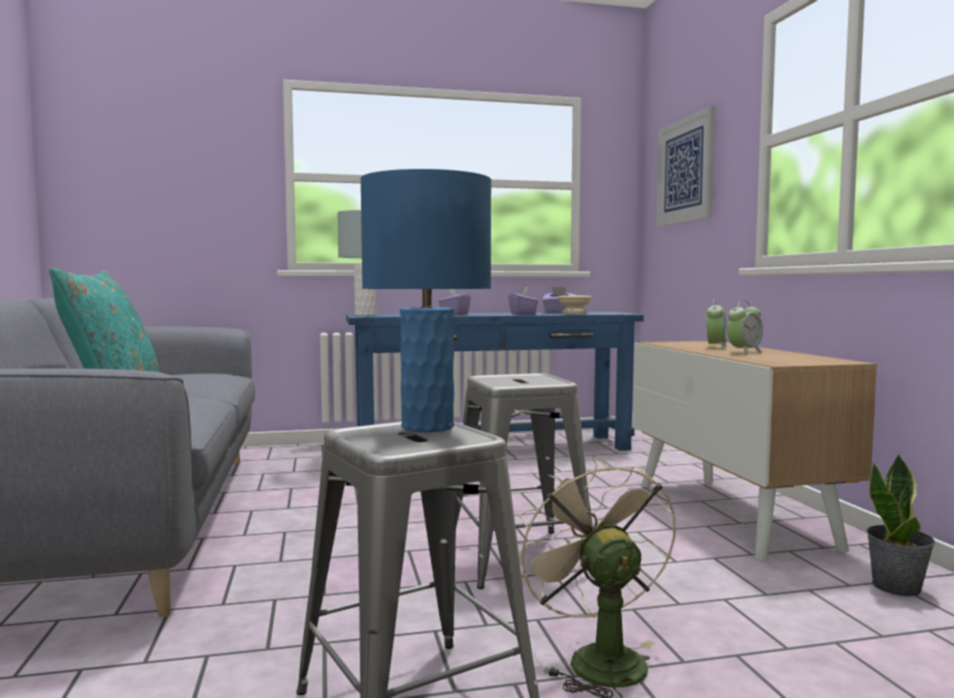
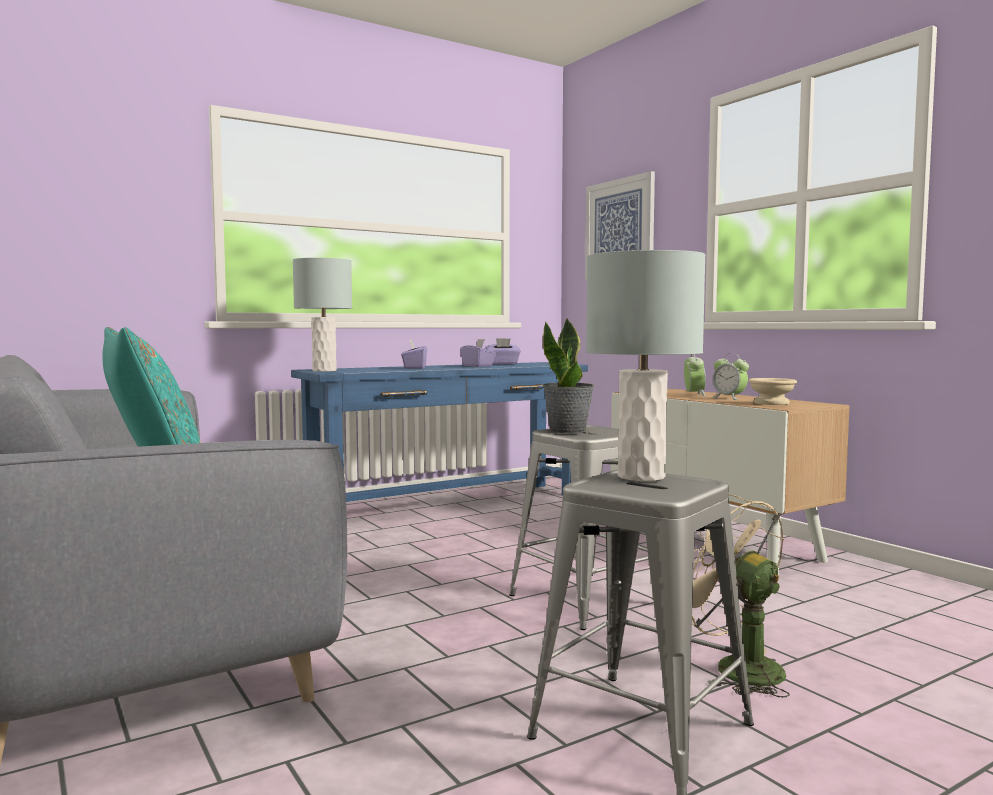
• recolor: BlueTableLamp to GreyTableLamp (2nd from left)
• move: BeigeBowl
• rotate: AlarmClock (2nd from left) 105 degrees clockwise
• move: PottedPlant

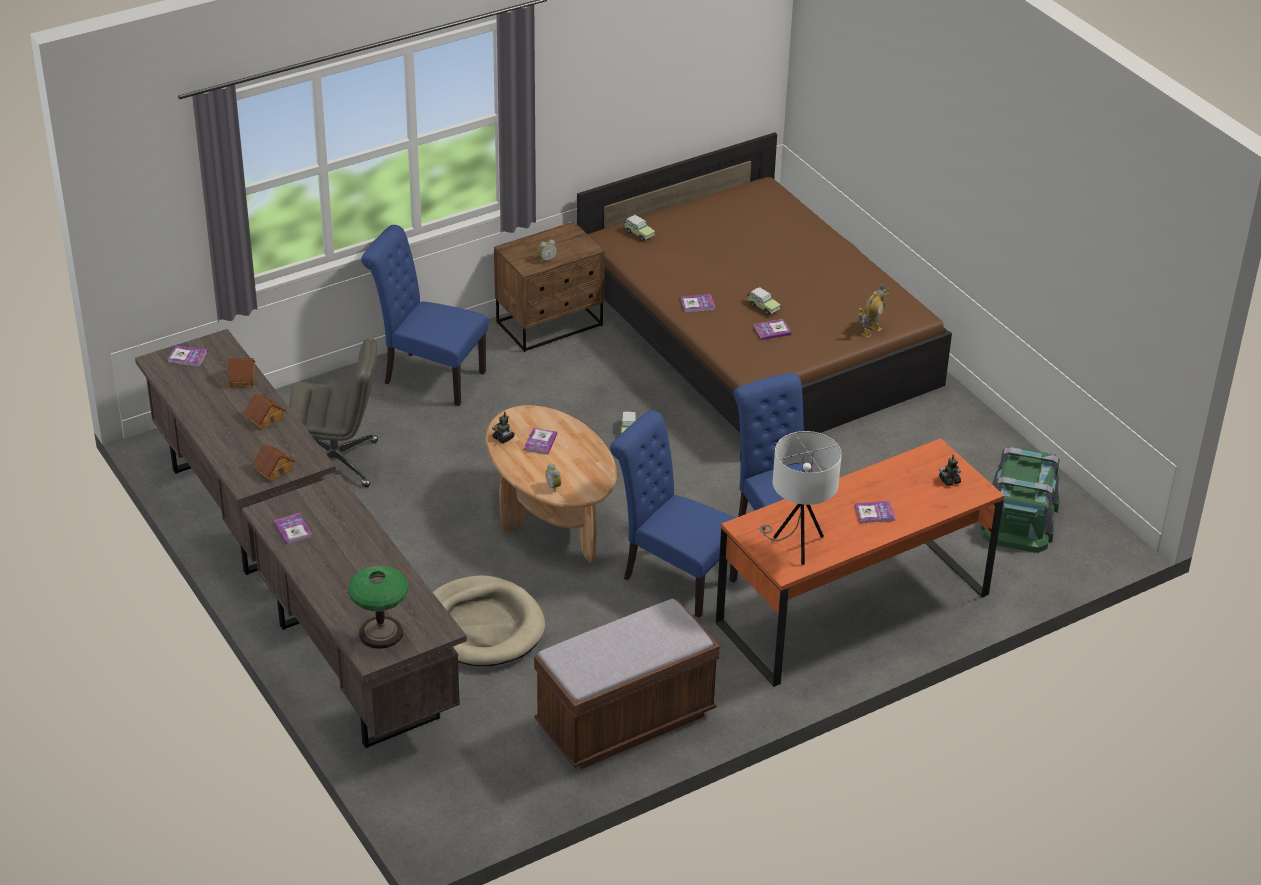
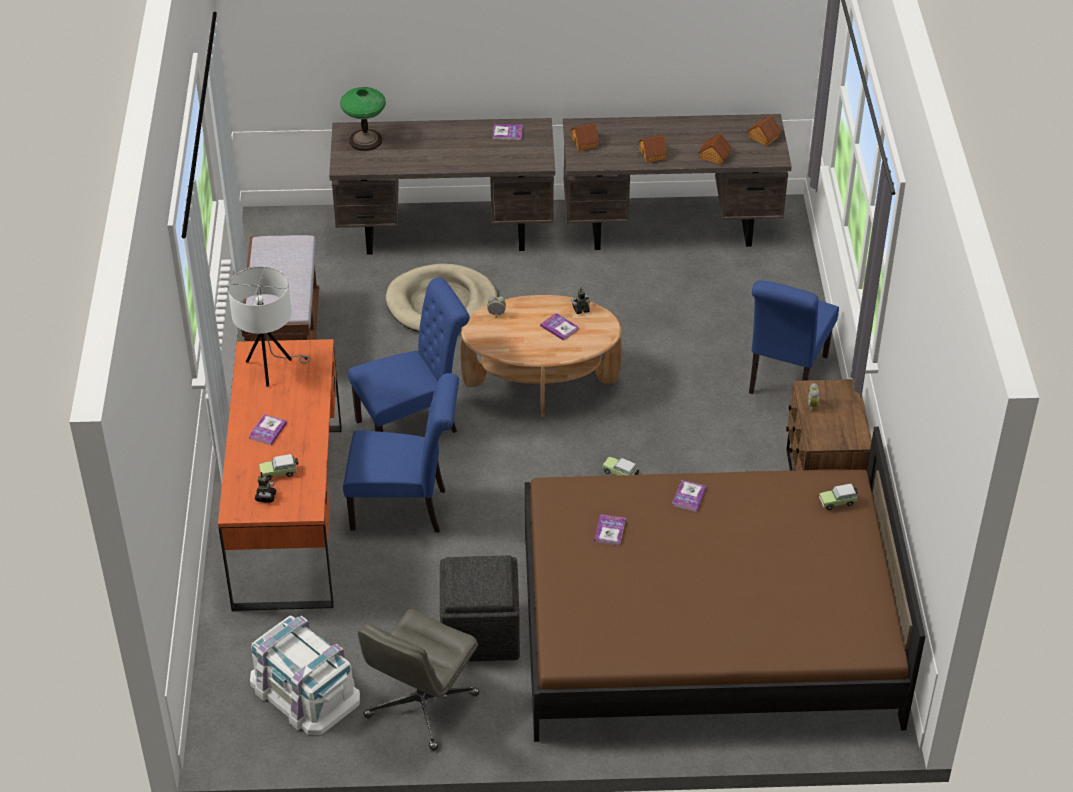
• rotate: BlueChair (1st from left in the first image) 150 degrees clockwise
• delete: ToyRobot (2nd from left)
• move: ToyCar (3rd from left in the first image) to ToyCar (1st from left)
• move: GreyOfficeChair
• replace: Book (1st from left) to ToyHouse (4th from left)
• recolor: GreenStorageBox to WhiteStorageBox
• insert: GreyOttoman

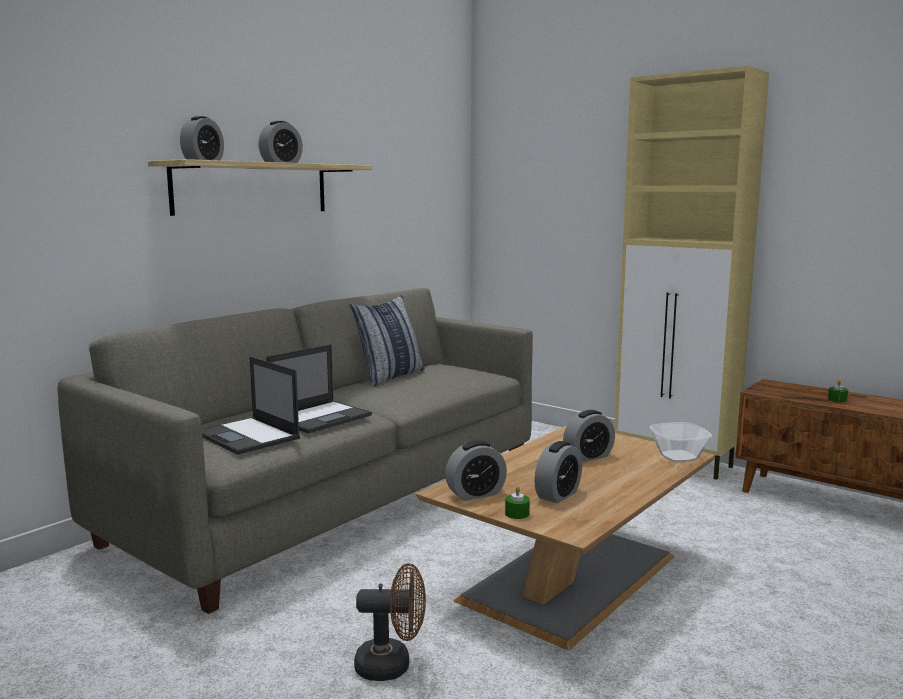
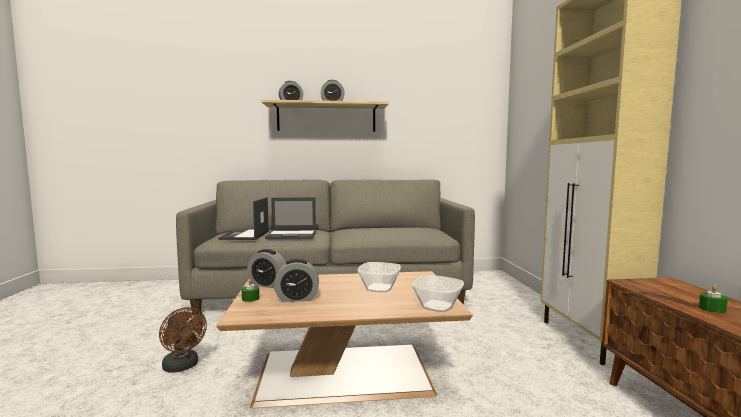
• delete: Pillow
• replace: AlarmClock (5th from left) to Bowl (1st from left)

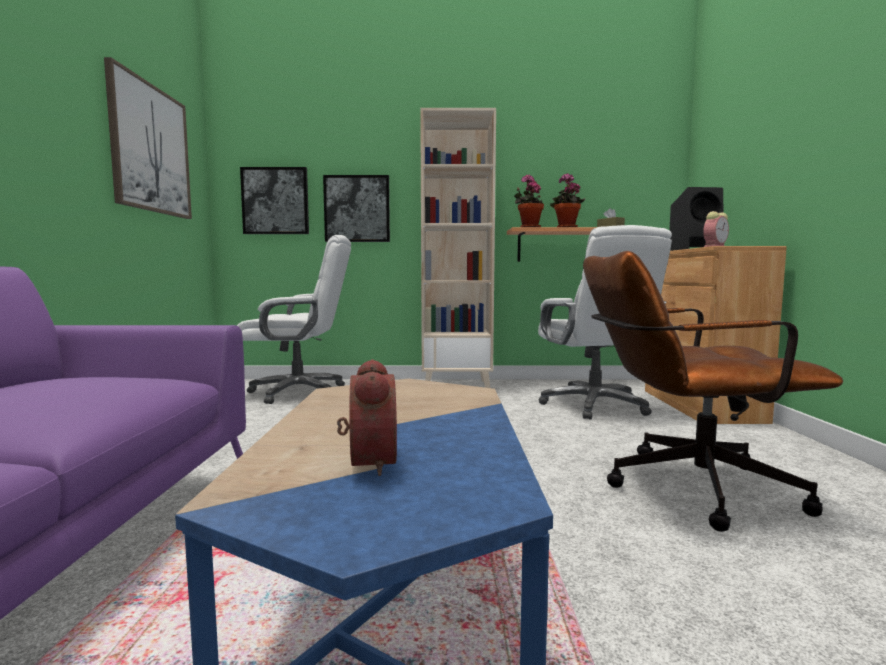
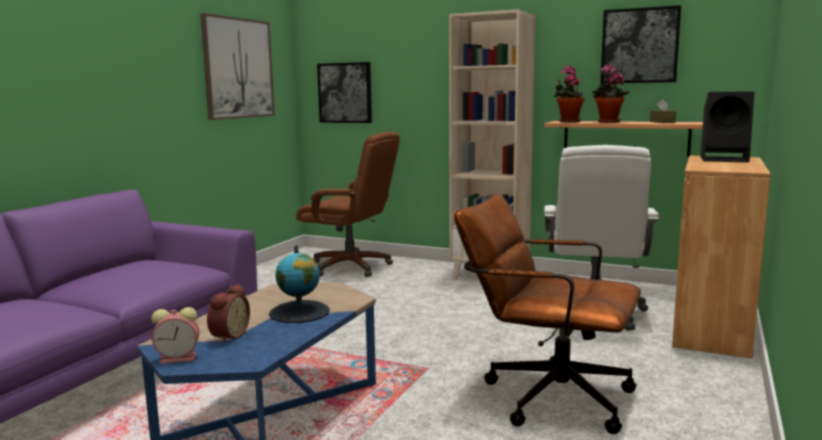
• move: Picture (3rd from left)
• move: AlarmClock (2nd from left in the first image) to AlarmClock (1st from left)
• recolor: WhiteOfficeChair (1st from left) to BrownOfficeChair (1st from left)
• insert: Globe

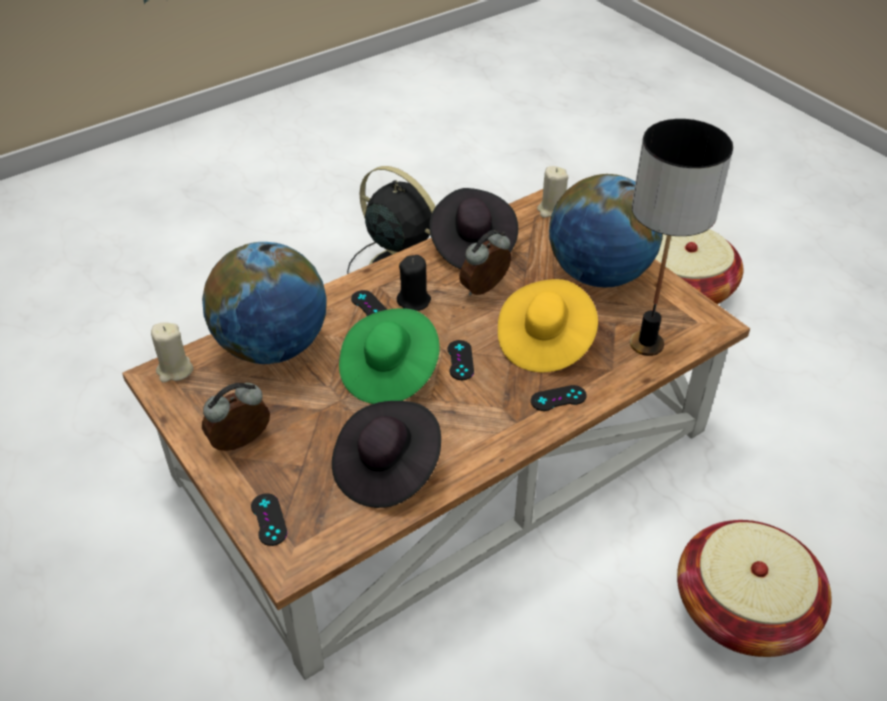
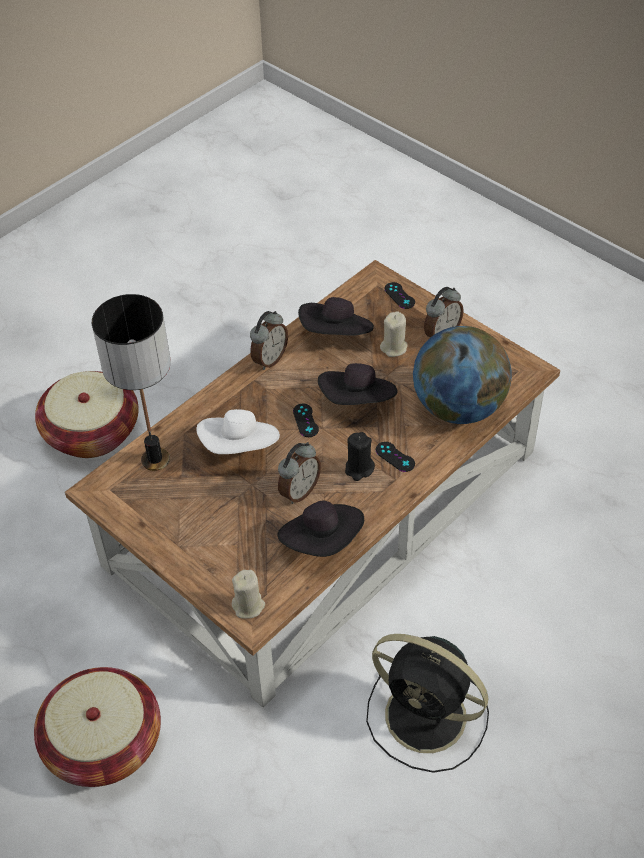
• delete: Globe (2nd from left)
• recolor: YellowHat to WhiteHat
• recolor: GreenHat to BlackHat (3rd from left)
• move: BeigeCandle (1st from left in the first image) to BeigeCandle (2nd from left)
• delete: BlackGameController (4th from left)
• insert: AlarmClock (1st from left)

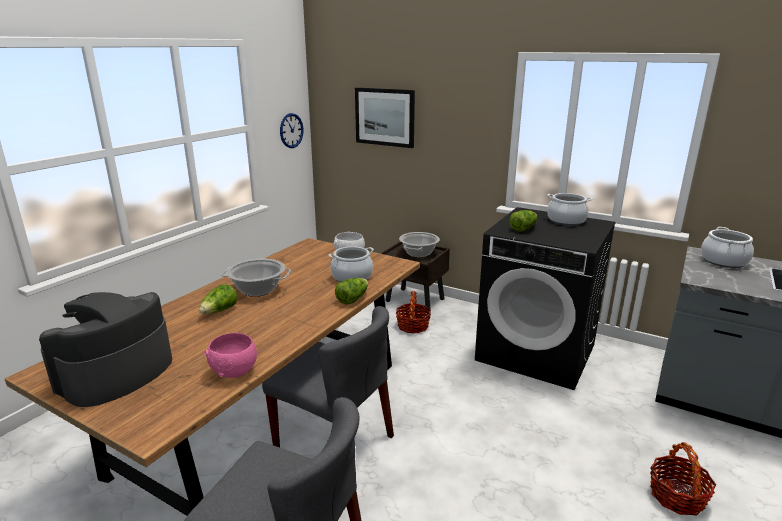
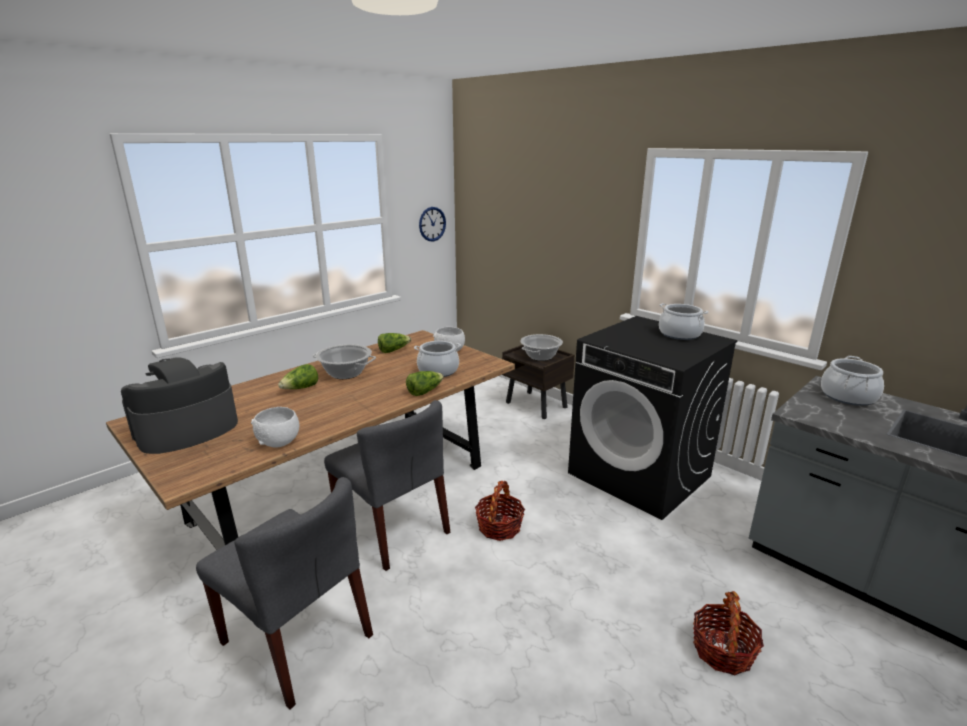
• delete: Picture
• move: Lettuce (3rd from left in the first image) to Lettuce (2nd from left)
• move: Basket (1st from left)
• recolor: PinkBowl to WhiteBowl (1st from left)

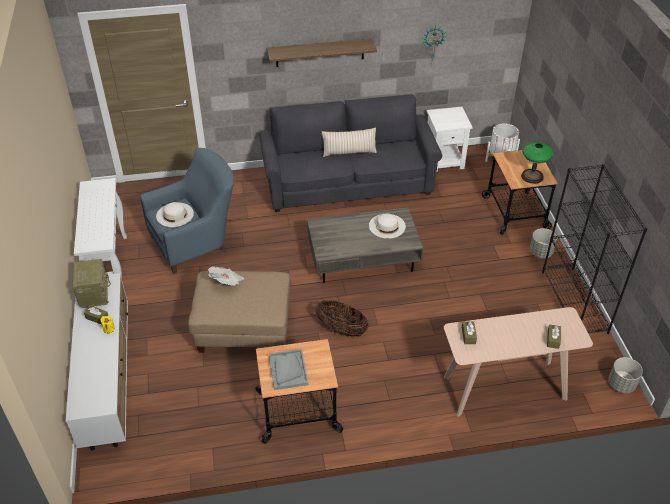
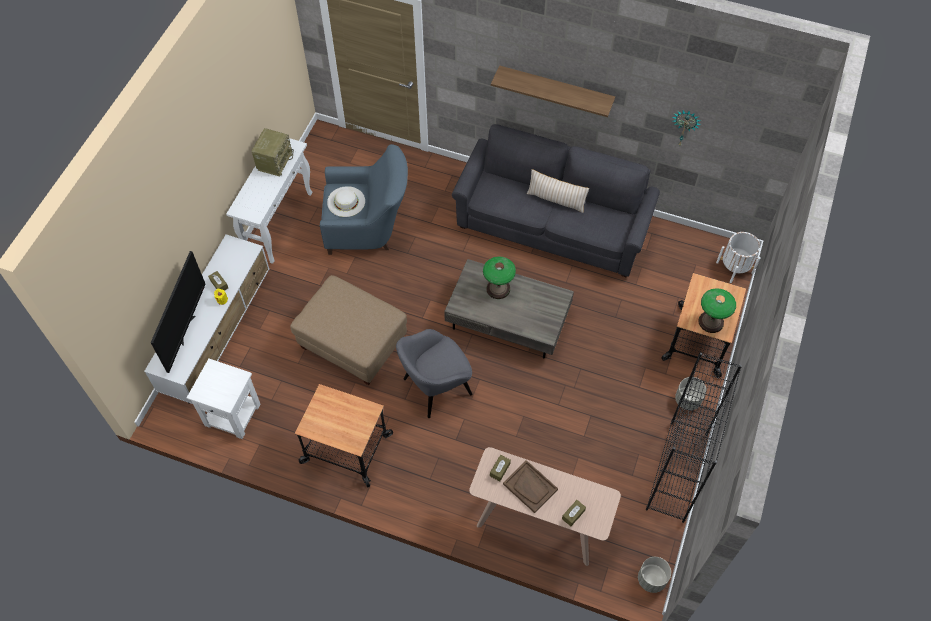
• move: WhiteSideTable
• delete: WhiteHat (2nd from left)
• move: Radio
• delete: Newspaper
• replace: Basket to GreyArmchair
• delete: GreyTray
• insert: Television
• insert: TableLamp (1st from left)
• insert: BrownTray

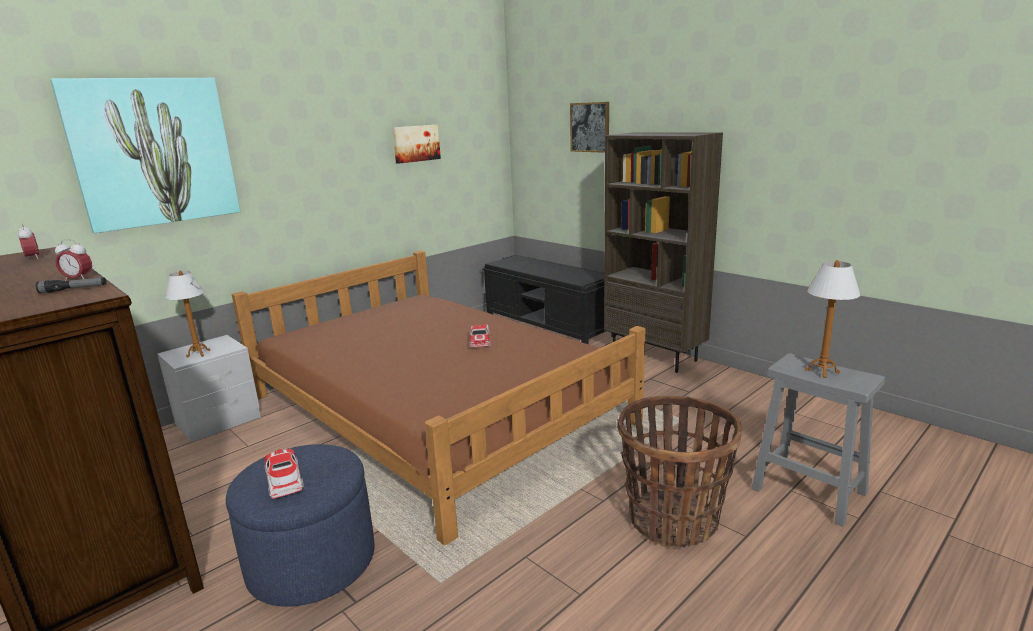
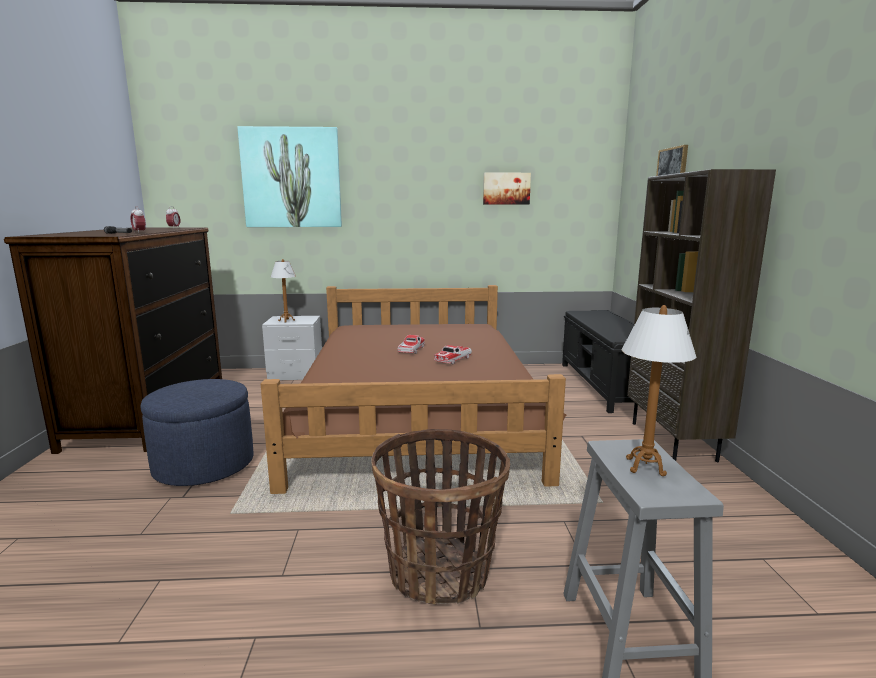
• move: ToyCar (1st from left)

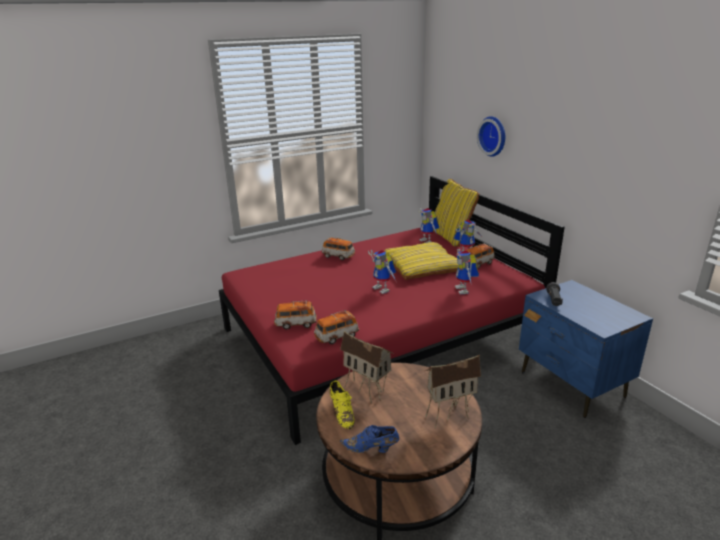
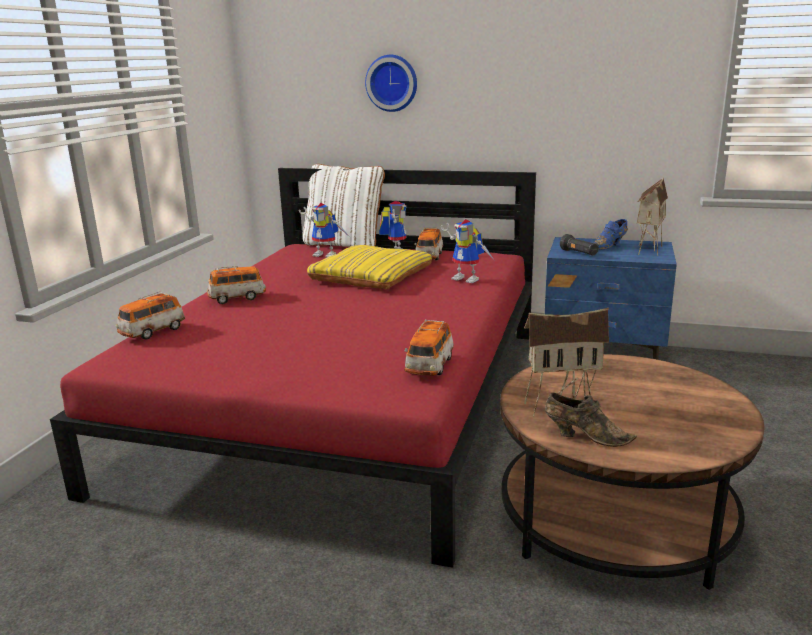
• recolor: YellowPillow (2nd from left) to WhitePillow
• delete: ToyRobot (1st from left)
• move: ToyCar (1st from left)
• move: ToyHouse (2nd from left)
• recolor: YellowShoe to BrownShoe
• move: BlueShoe

